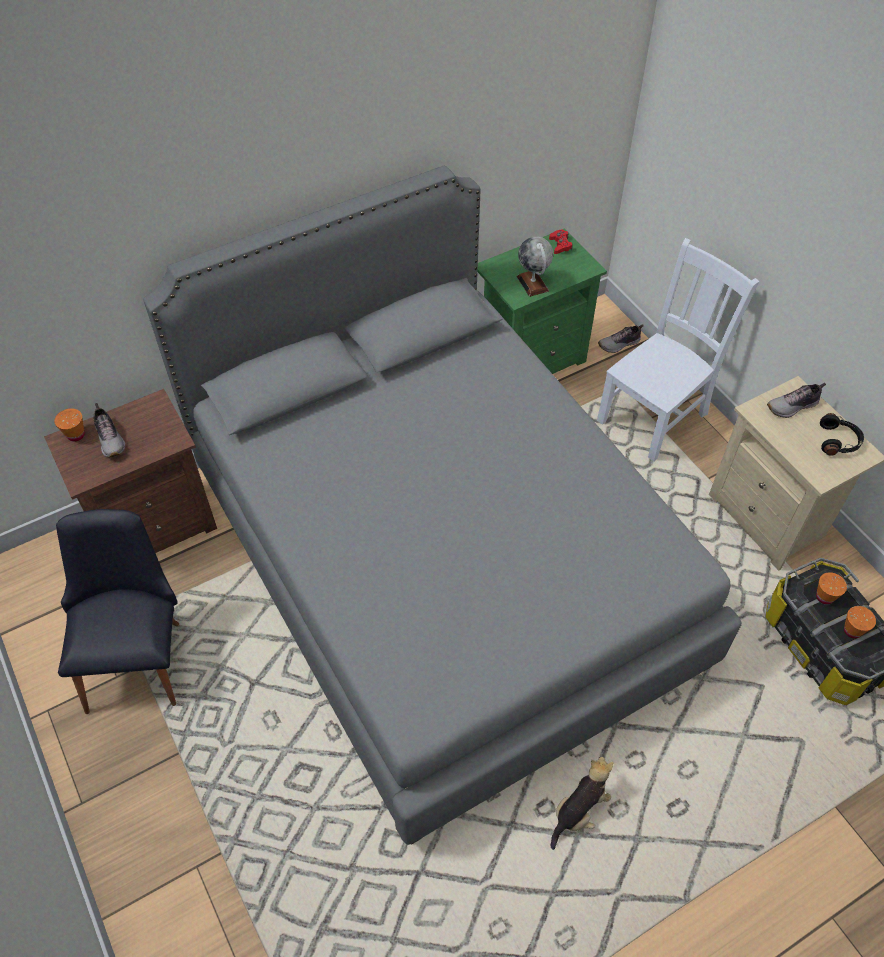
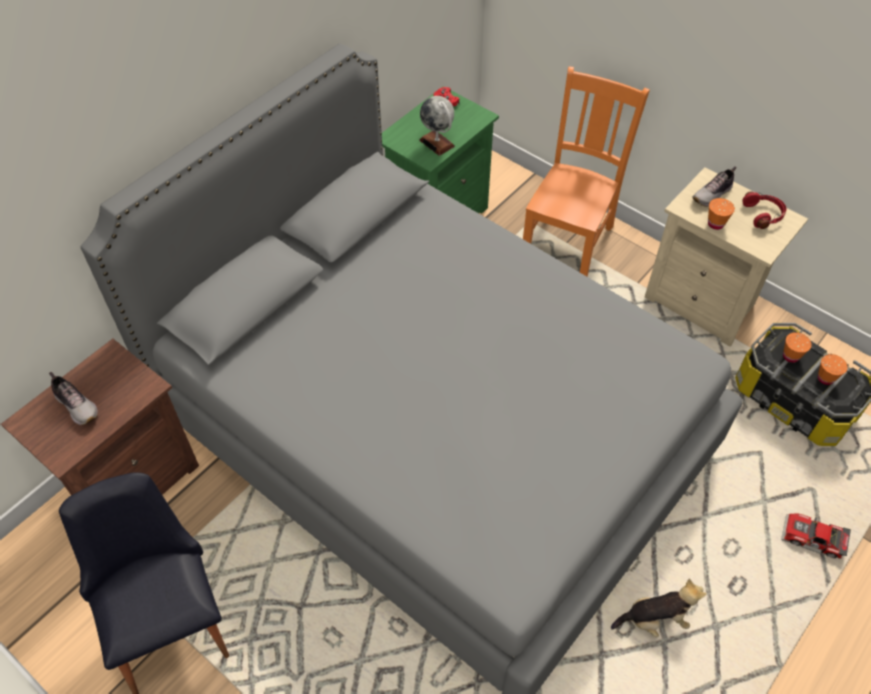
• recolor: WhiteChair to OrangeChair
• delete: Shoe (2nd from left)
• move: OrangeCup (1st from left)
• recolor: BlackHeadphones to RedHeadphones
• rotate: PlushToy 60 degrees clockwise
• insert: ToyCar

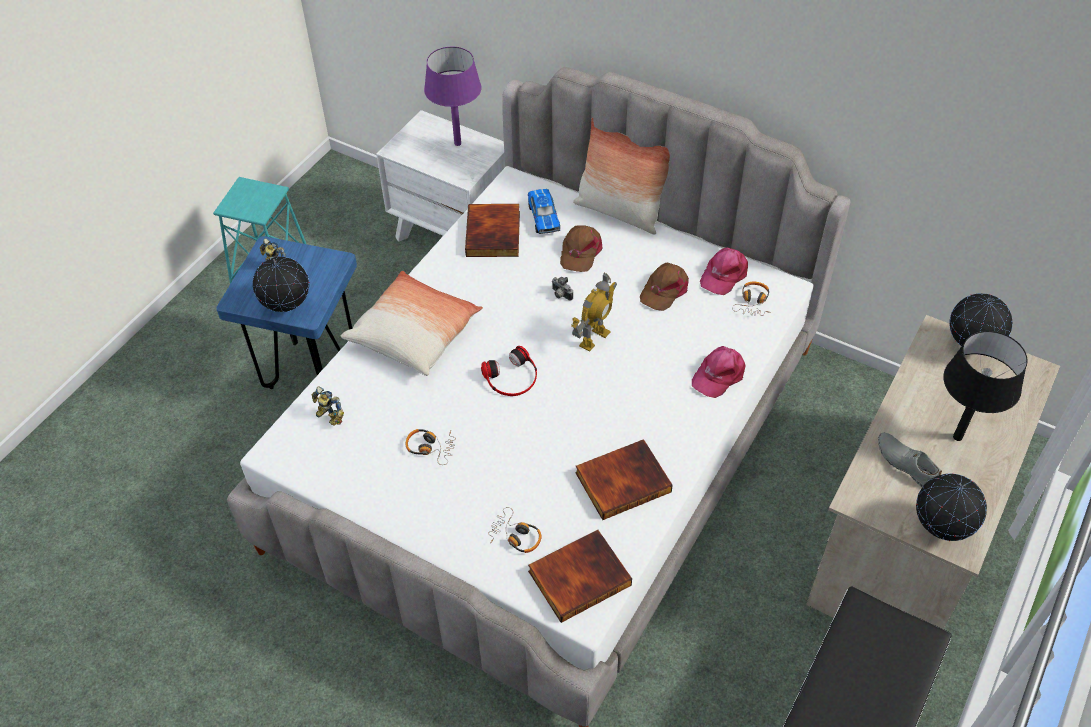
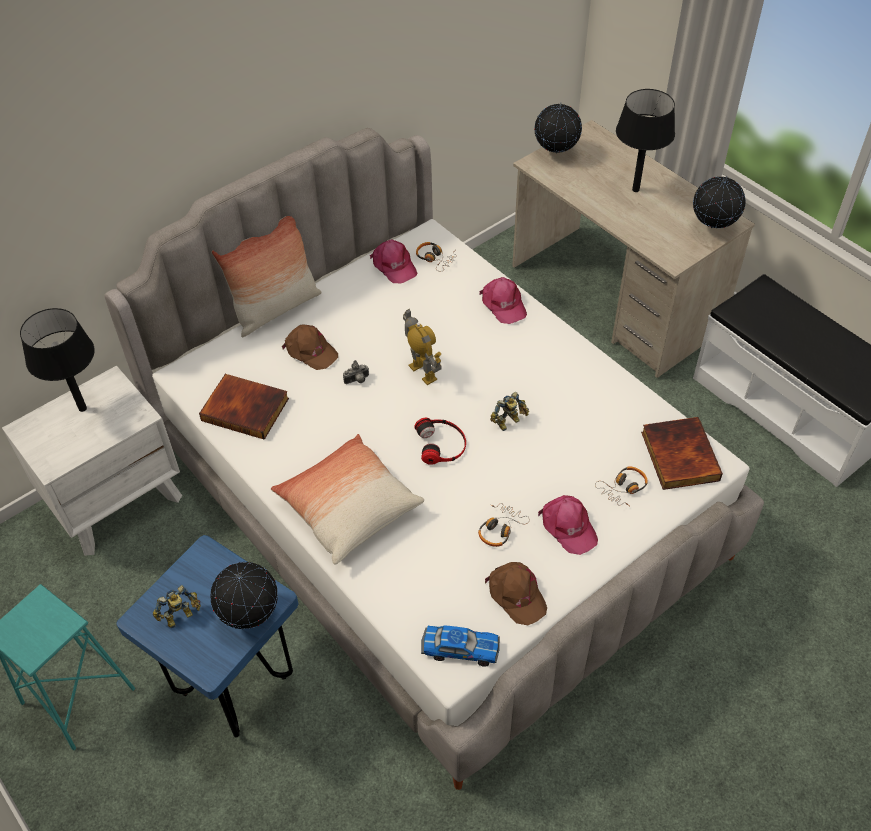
• recolor: PurpleTableLamp to BlackTableLamp (1st from left)
• move: ToyCar
• move: BrownCap (2nd from left)
• move: ToyRobot (2nd from left in the first image) to ToyRobot (3rd from left)
• delete: GreyShoe
• delete: Book (3rd from left)
• insert: PinkCap (3rd from left)

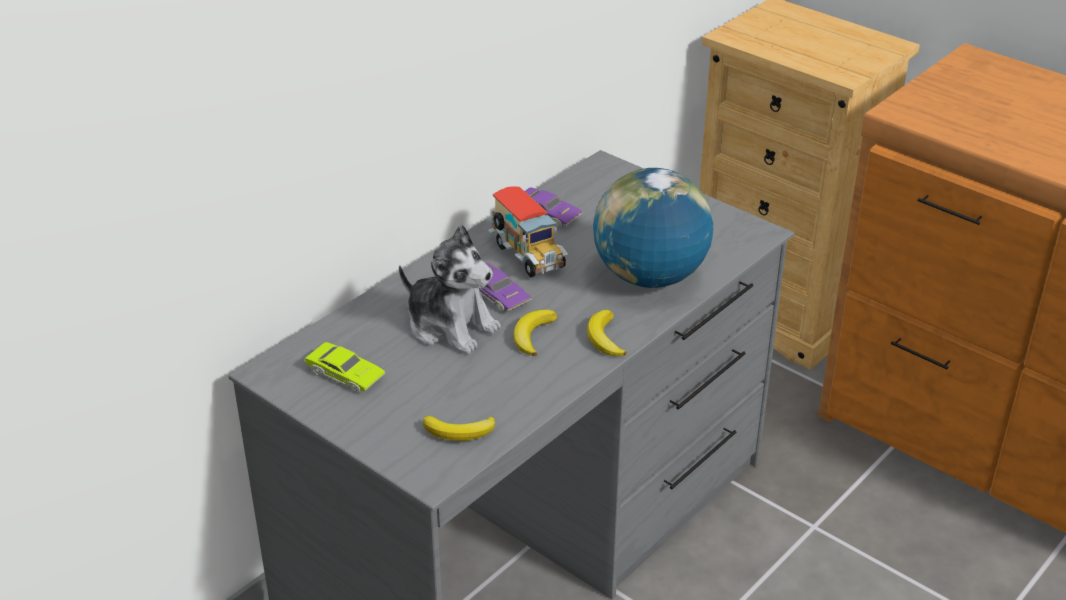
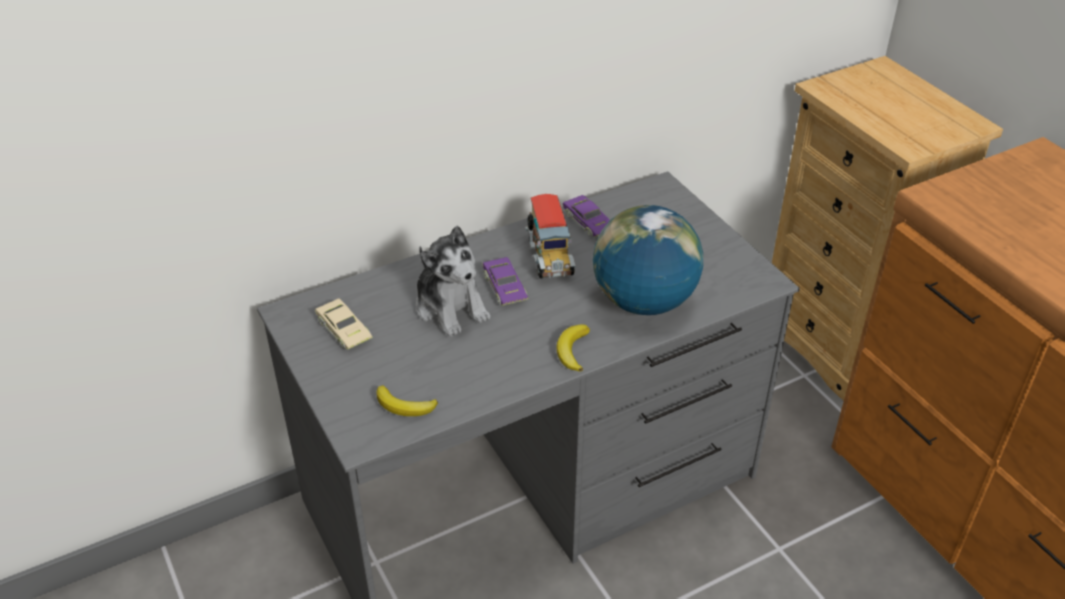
• delete: Banana (2nd from left)
• recolor: GreenToyCar to BeigeToyCar

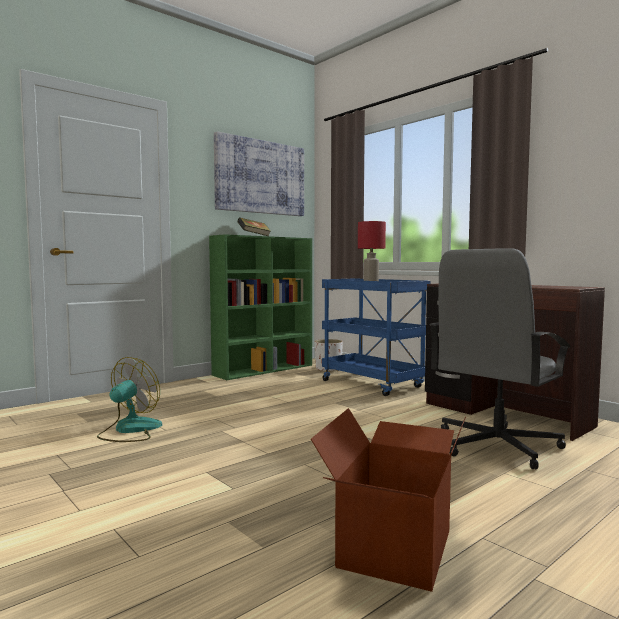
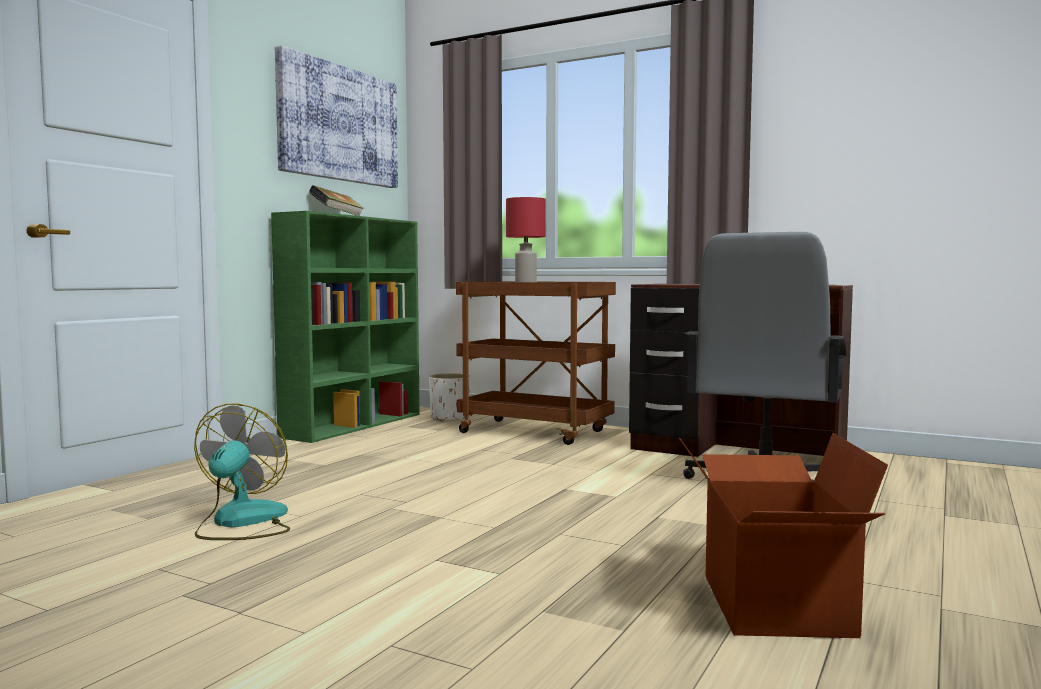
• recolor: BlueCart to BrownCart

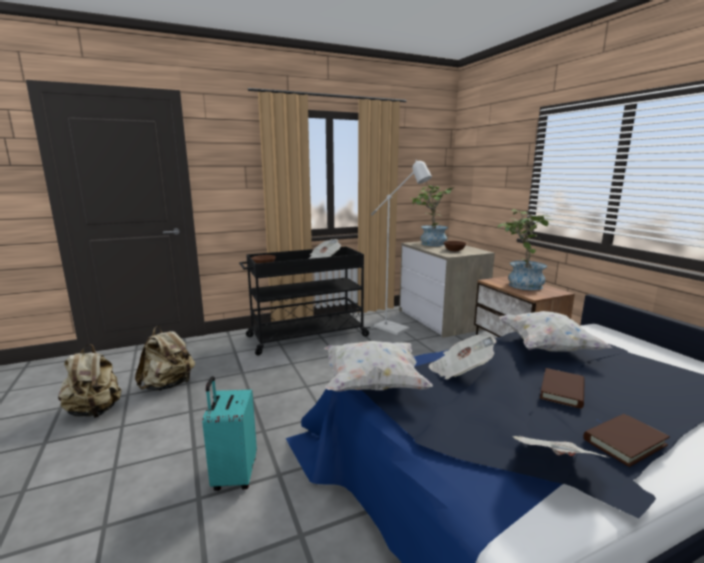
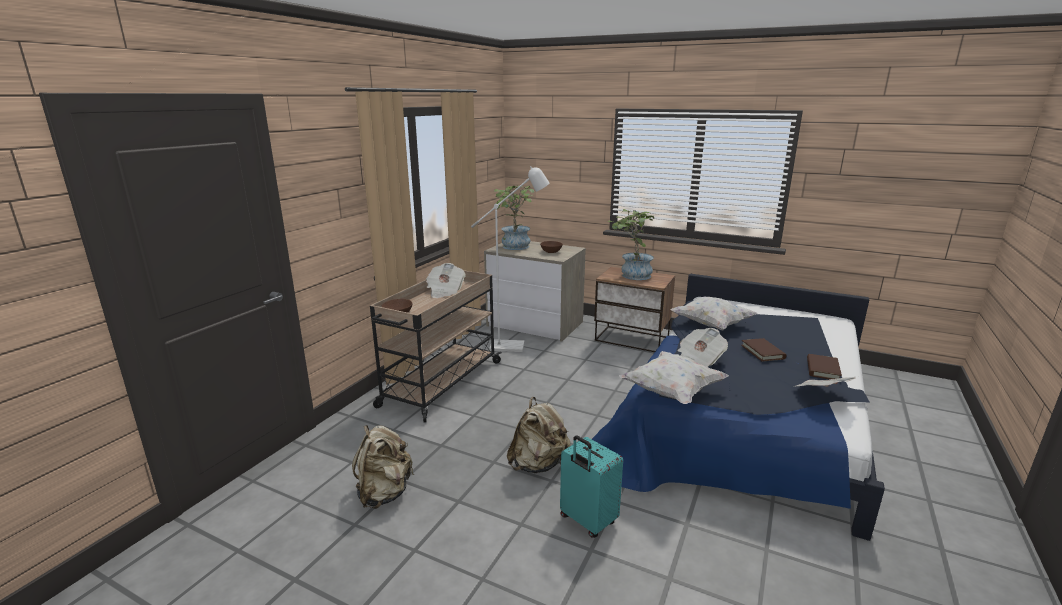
• recolor: BlackCart to BeigeCart
• move: BeigeBackpack (1st from left in the first image) to BeigeBackpack (2nd from left)

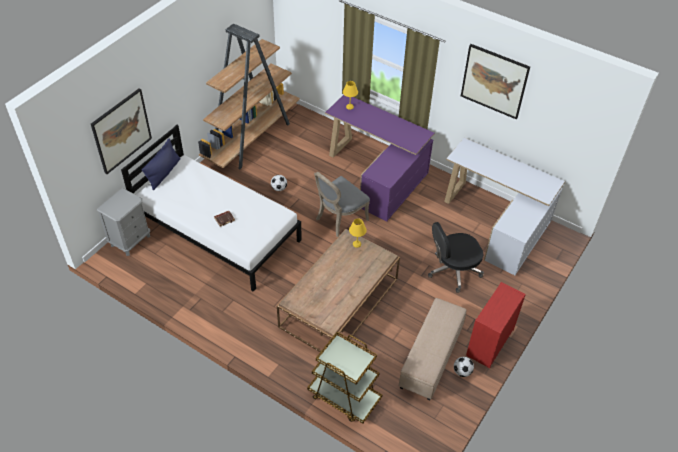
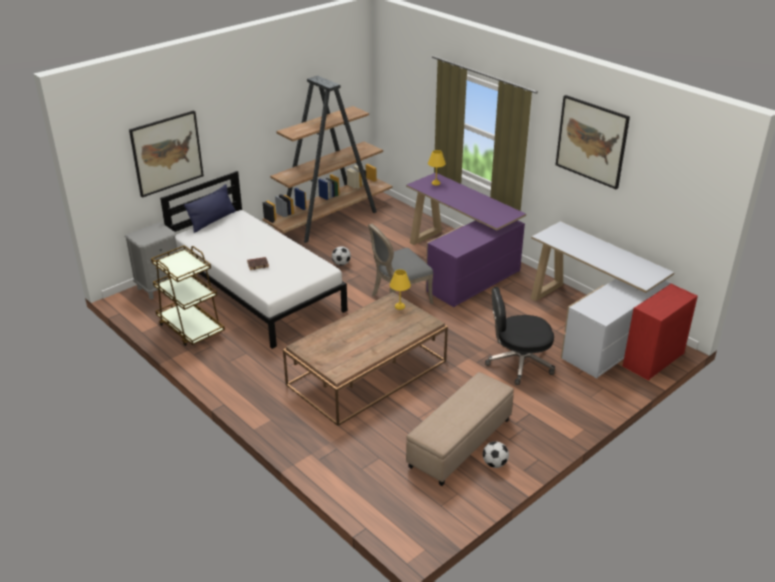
• move: RedDresser
• move: BrownCart

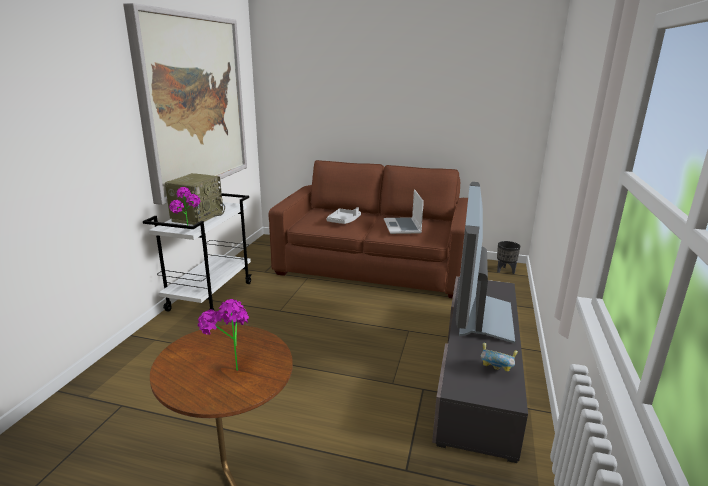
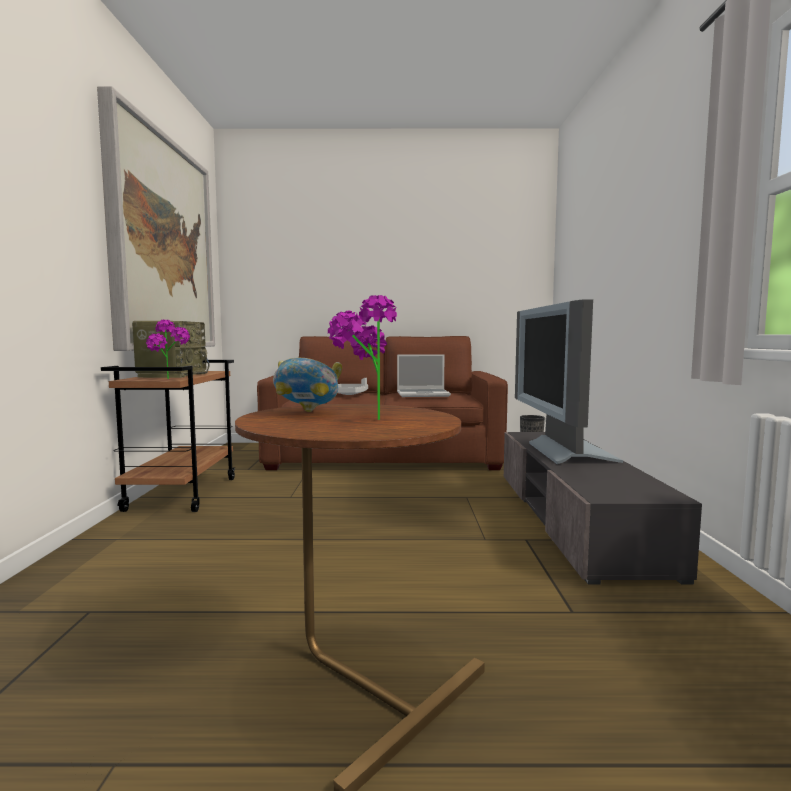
• rotate: Laptop 75 degrees counterclockwise
• recolor: WhiteCart to BrownCart
• move: Bowl

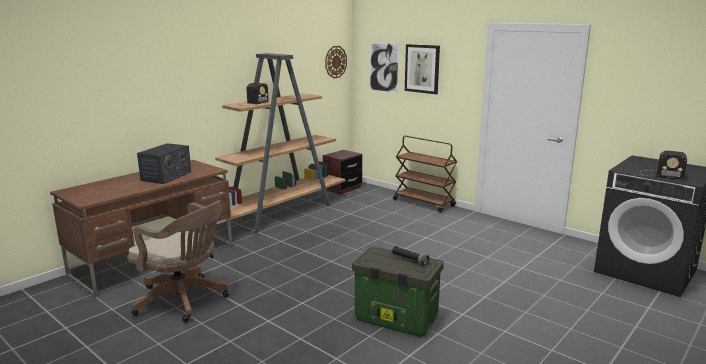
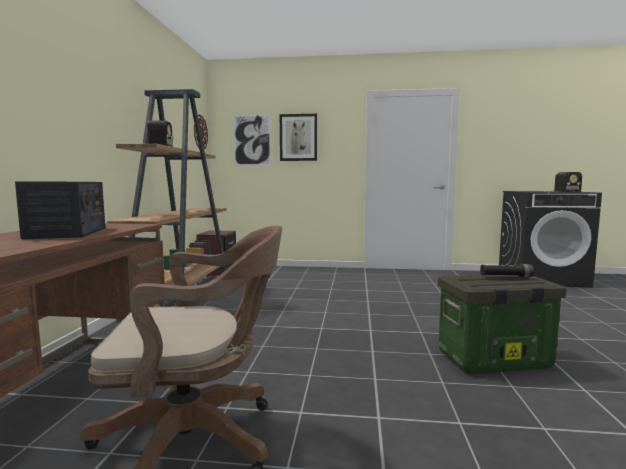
• delete: BrownCart

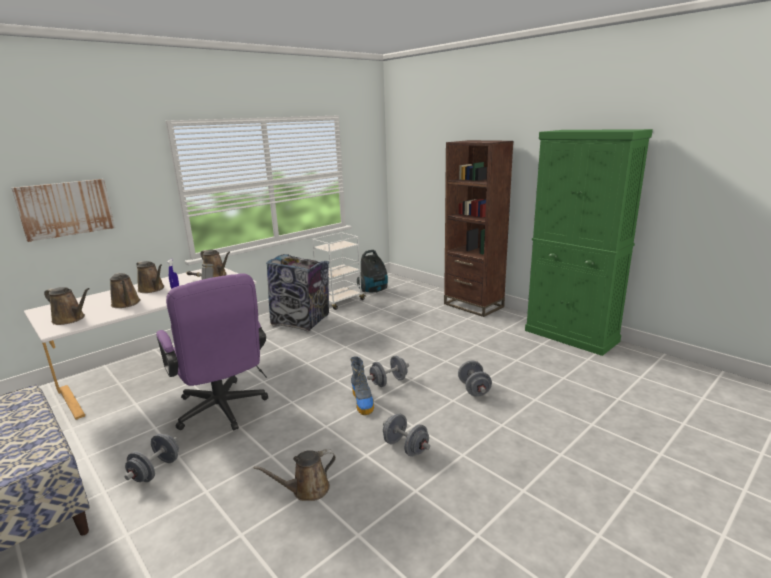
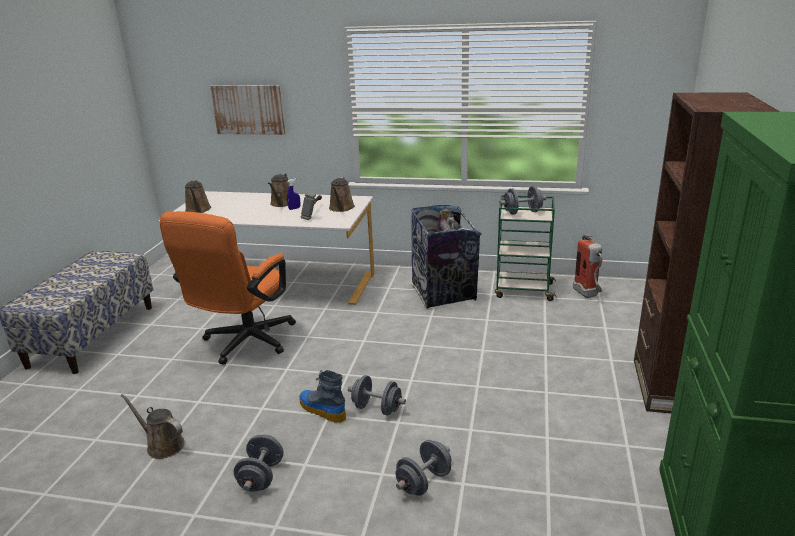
• recolor: WhiteCart to GreenCart
• replace: VacuumCleaner to FireExtinguisher
• delete: BrownWateringCan (2nd from left)
• recolor: PurpleOfficeChair to OrangeOfficeChair
• rotate: Boot 90 degrees clockwise
• move: GreyDumbbell (1st from left in the first image) to GreyDumbbell (4th from left)

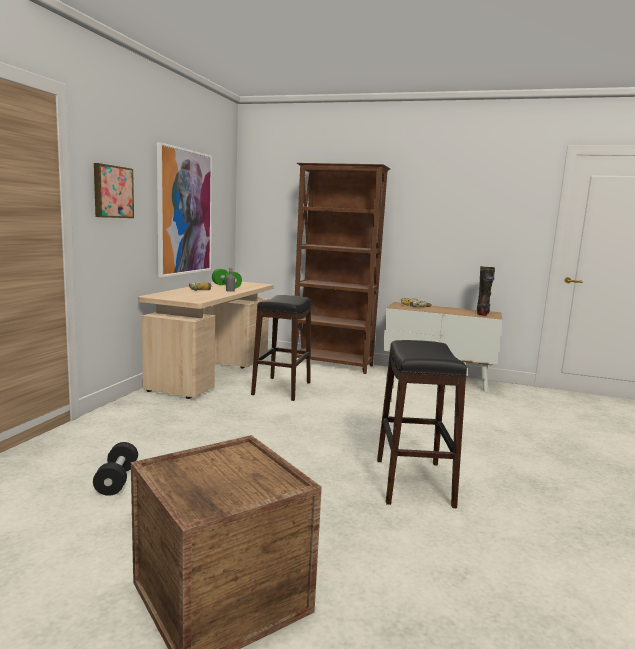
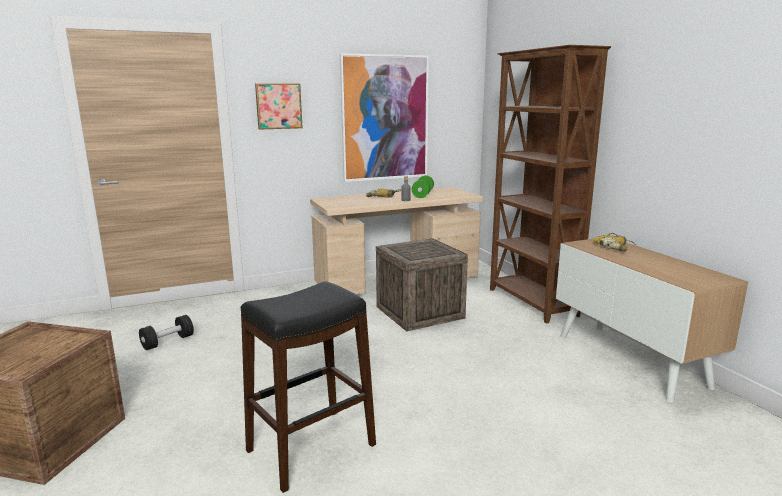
• delete: BlackBoot
• replace: BlackStool (1st from left) to Crate (2nd from left)

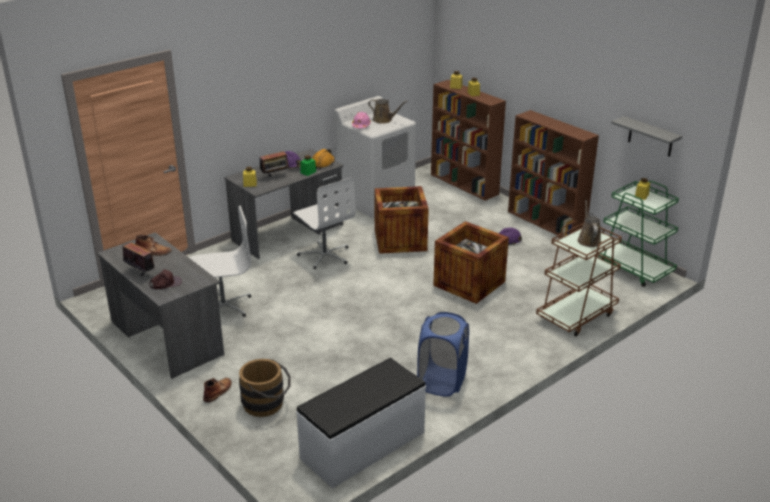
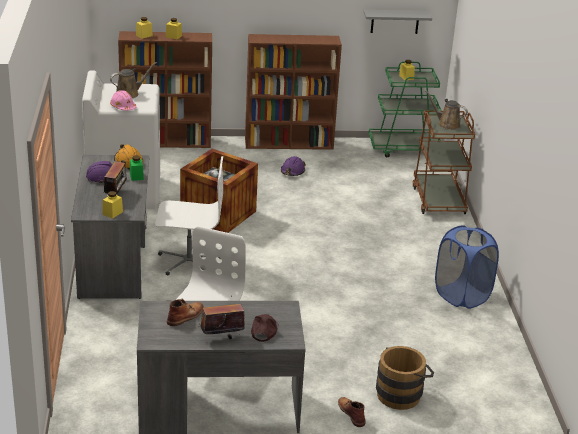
• delete: Crate (2nd from left)
• delete: WhiteBench

